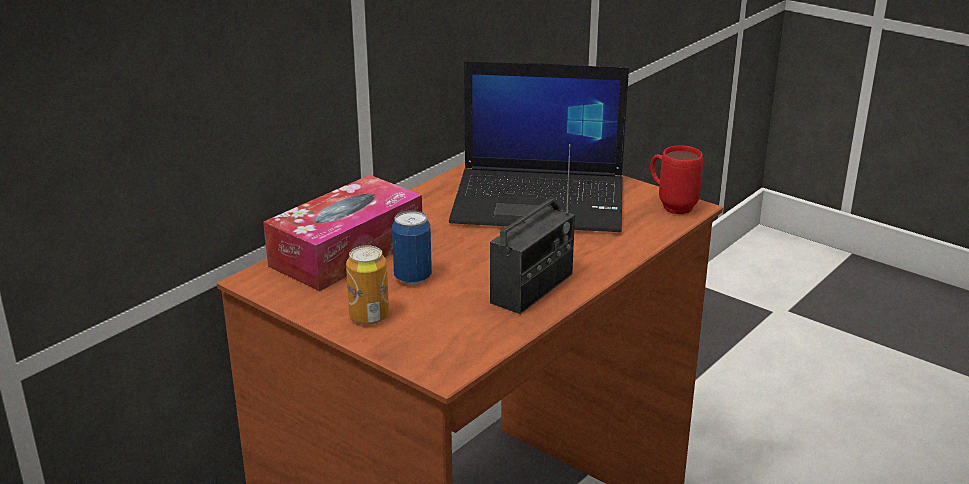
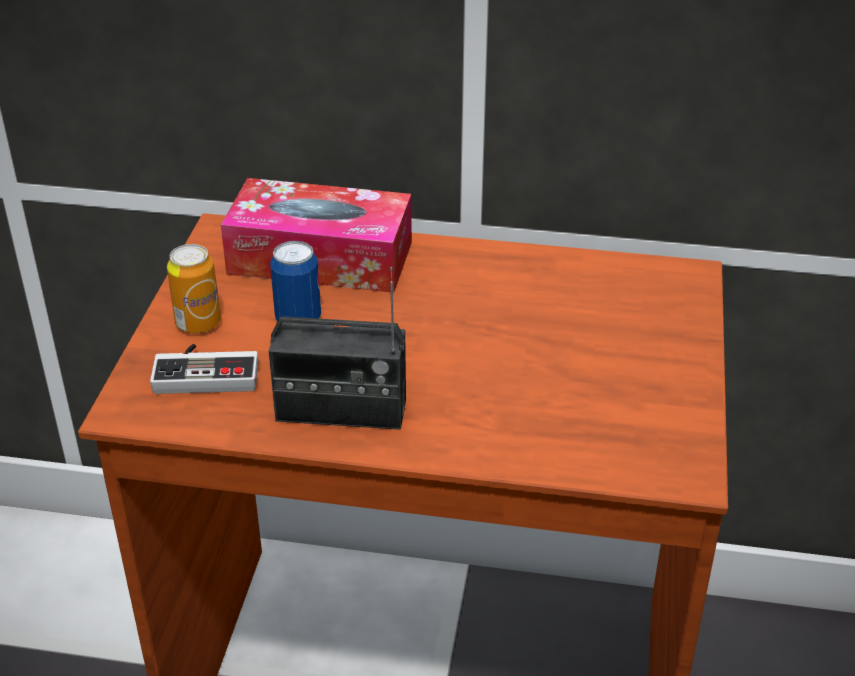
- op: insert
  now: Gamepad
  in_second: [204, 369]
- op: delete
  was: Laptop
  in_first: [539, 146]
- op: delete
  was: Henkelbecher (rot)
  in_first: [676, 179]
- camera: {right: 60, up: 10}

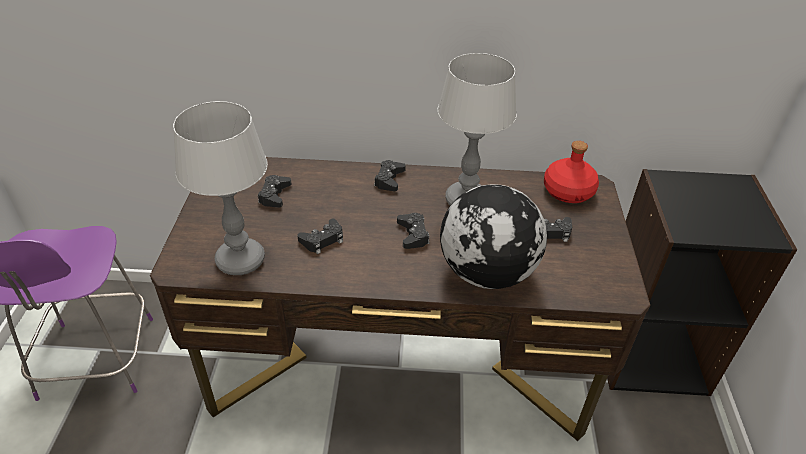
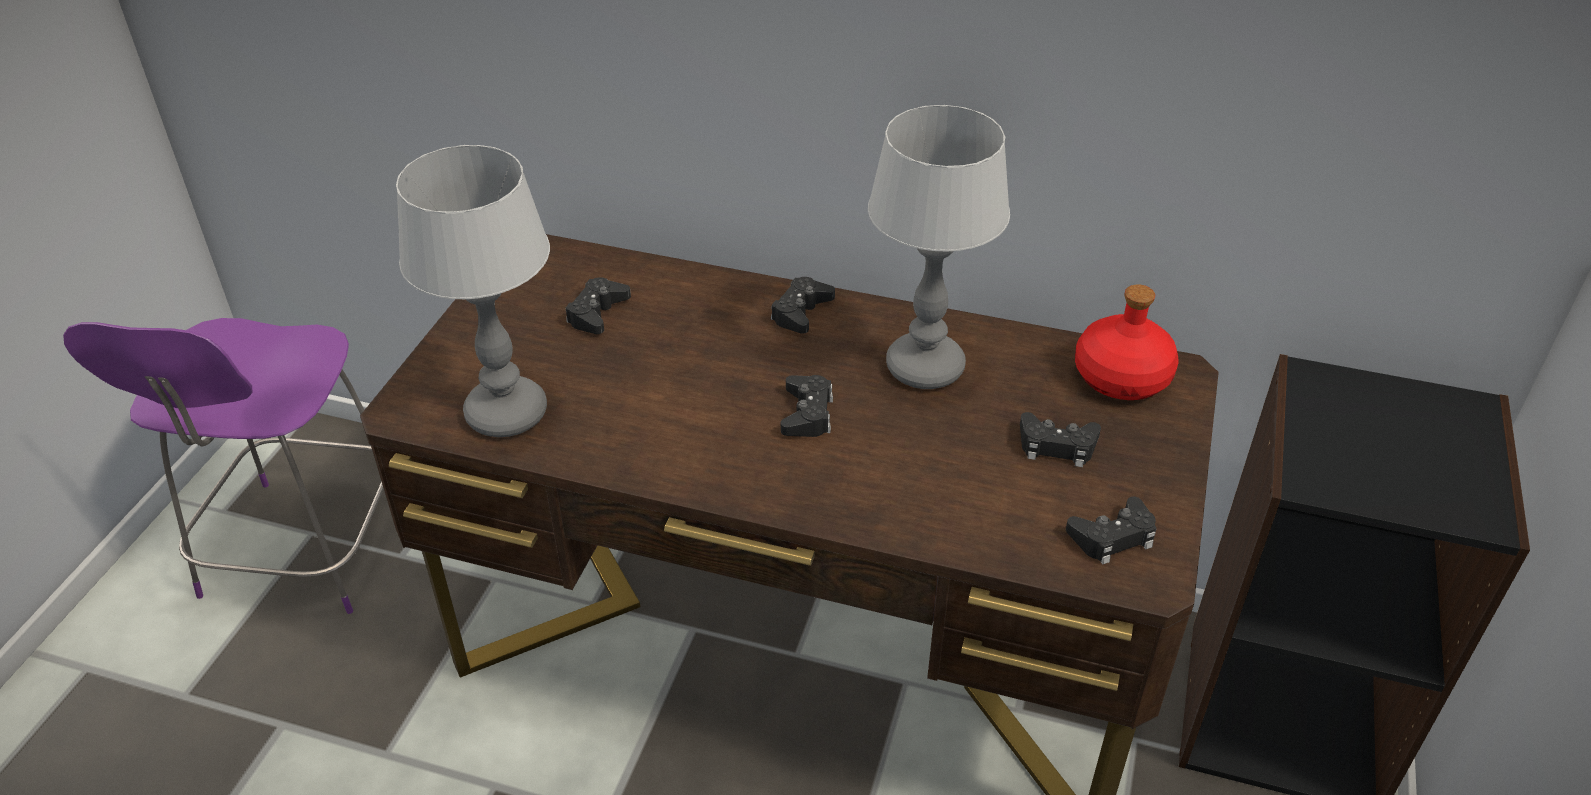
- op: move
  was: Gamepad (schwarz)
  in_first: [320, 236]
  in_second: [1111, 530]
- op: delete
  was: Globus
  in_first: [493, 236]
- camera: {right: 15, up: 0}

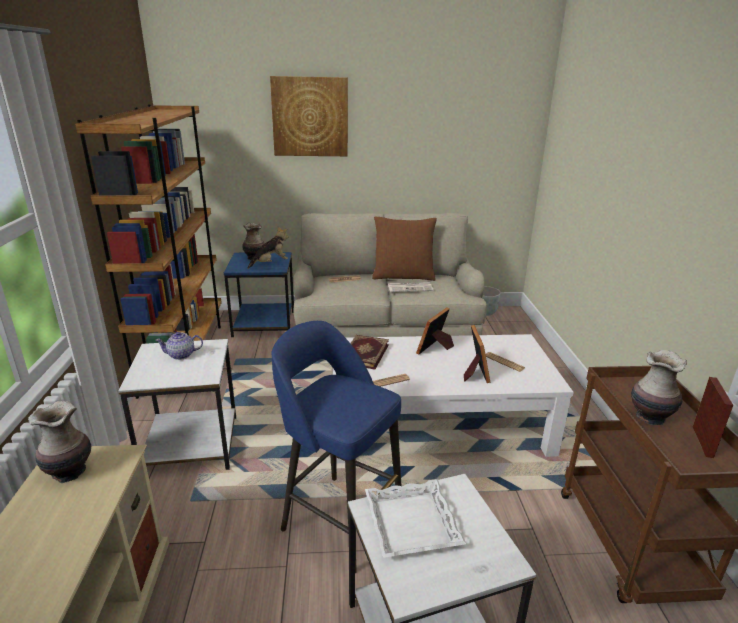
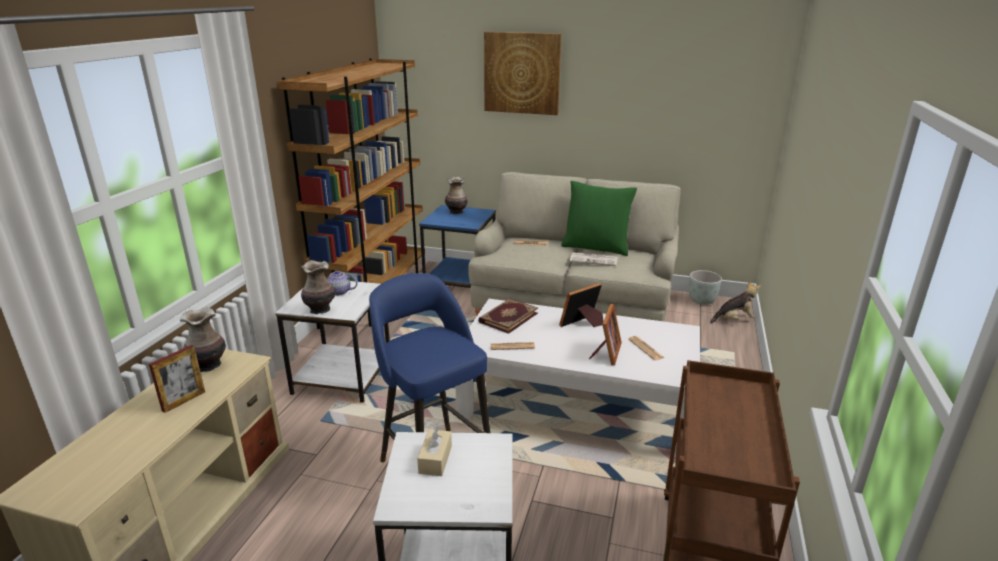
- op: move
  was: Bilderrahmen
  in_first: [713, 417]
  in_second: [177, 379]
- op: move
  was: Vase
  in_first: [659, 387]
  in_second: [318, 287]
- op: replace
  was: Tablett (weiß)
  now: Taschentuchbox (beige)
  in_first: [415, 518]
  in_second: [434, 451]
- op: recolor
  was: Kissen (braun)
  now: Kissen (grün)
  in_first: [404, 248]
  in_second: [599, 218]
- op: move
  was: Plüschtier
  in_first: [268, 247]
  in_second: [735, 302]
- camera: {right: 20, up: 0}

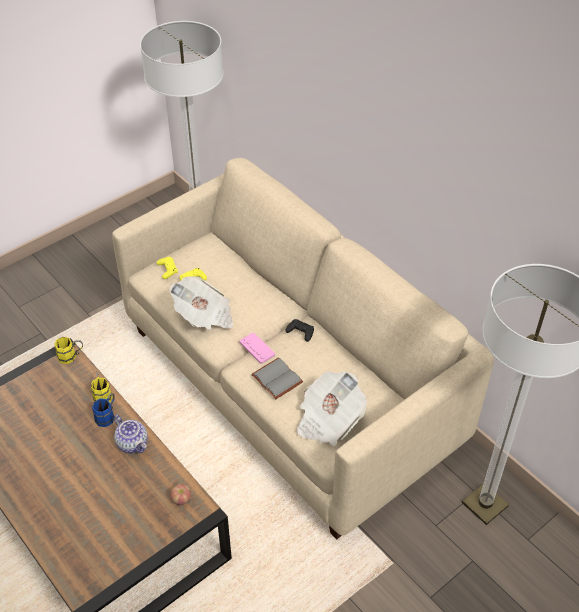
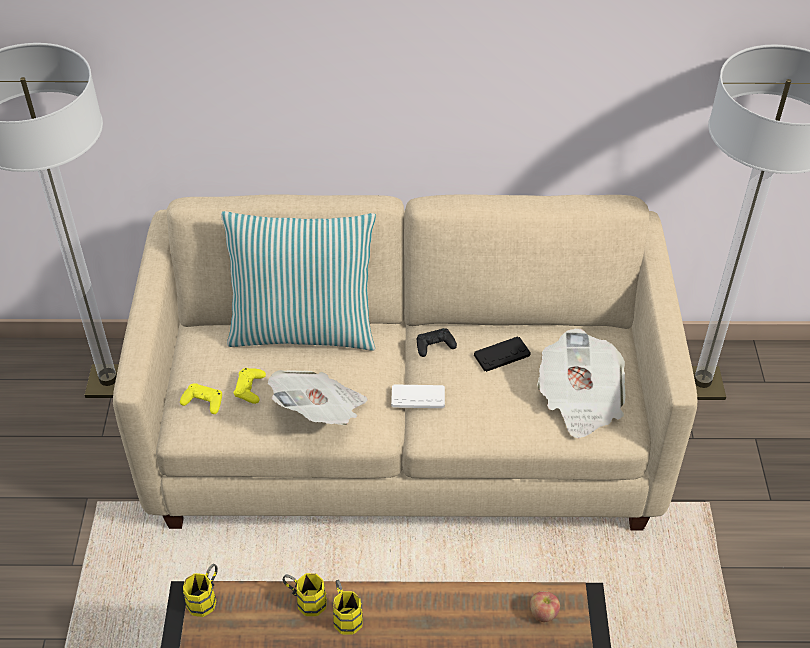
- op: insert
  now: Kissen
  in_second: [298, 281]
- op: recolor
  was: Henkelbecher (blau)
  now: Henkelbecher (gelb)
  in_first: [103, 410]
  in_second: [348, 607]
- op: recolor
  was: Gamepad (rosa)
  now: Gamepad (weiß)
  in_first: [257, 348]
  in_second: [418, 396]
- op: insert
  now: Gamepad (schwarz)
  in_second: [502, 354]
- op: delete
  was: Teekanne
  in_first: [131, 434]
- op: delete
  was: Buch (grau)
  in_first: [277, 378]
- camera: {right: -50, up: 0}

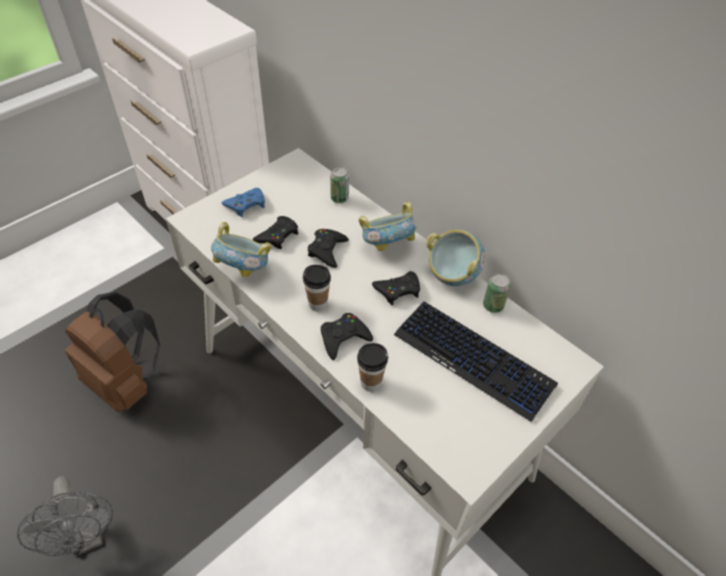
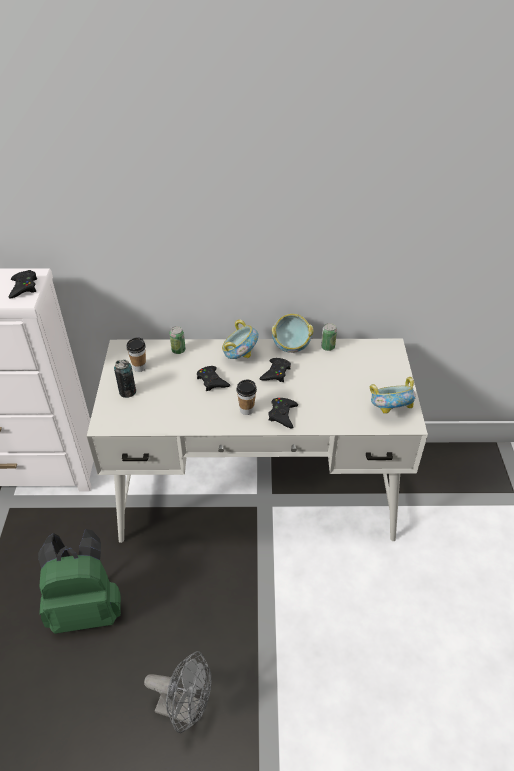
- op: move
  was: Gamepad (schwarz)
  in_first: [275, 232]
  in_second: [23, 284]
- op: recolor
  was: Rucksack (braun)
  now: Rucksack (grün)
  in_first: [112, 352]
  in_second: [79, 581]
- op: replace
  was: Gamepad (blau)
  now: Dose
  in_first: [243, 202]
  in_second: [125, 379]
- op: move
  was: Tasse
  in_first: [372, 367]
  in_second: [136, 354]
- op: move
  was: Schüssel
  in_first: [241, 249]
  in_second: [393, 395]
- op: delete
  was: Tastatur
  in_first: [476, 361]
- camera: {right: -45, up: -5}

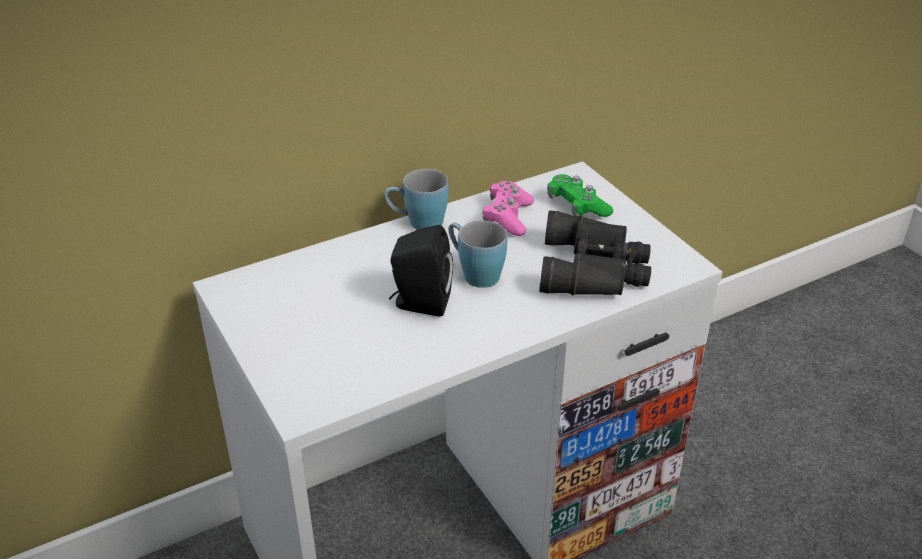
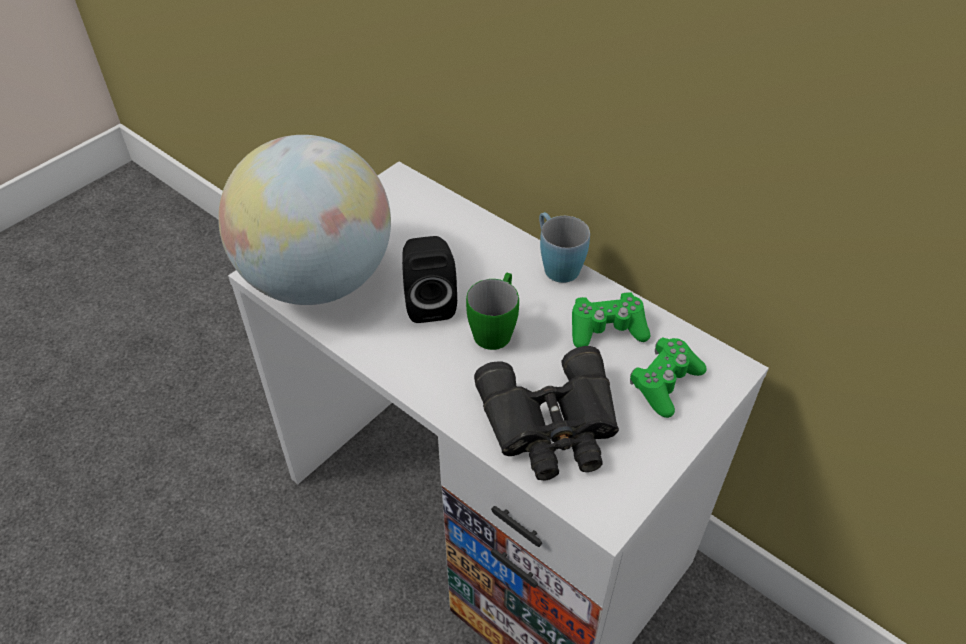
- op: insert
  now: Globus
  in_second: [304, 220]
- op: recolor
  was: Henkelbecher (blau)
  now: Henkelbecher (grün)
  in_first: [478, 254]
  in_second: [492, 311]
- op: recolor
  was: Gamepad (rosa)
  now: Gamepad (grün)
  in_first: [508, 208]
  in_second: [611, 320]
- camera: {right: 70, up: 10}

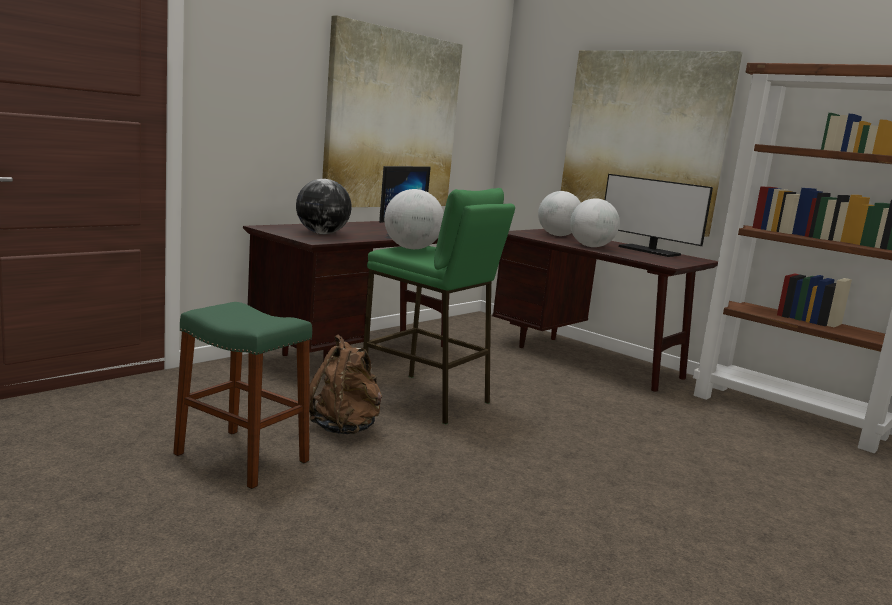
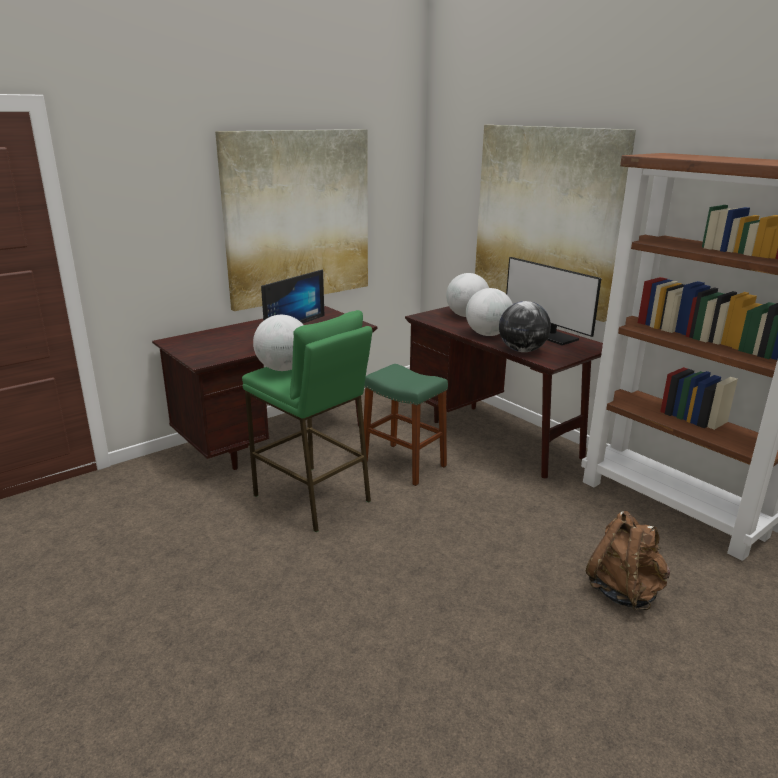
- op: move
  was: Hocker (grün)
  in_first: [242, 395]
  in_second: [405, 425]
- op: move
  was: Globus
  in_first: [324, 206]
  in_second: [525, 326]
- op: move
  was: Rucksack (braun)
  in_first: [345, 384]
  in_second: [628, 560]
- camera: {right: 10, up: 10}

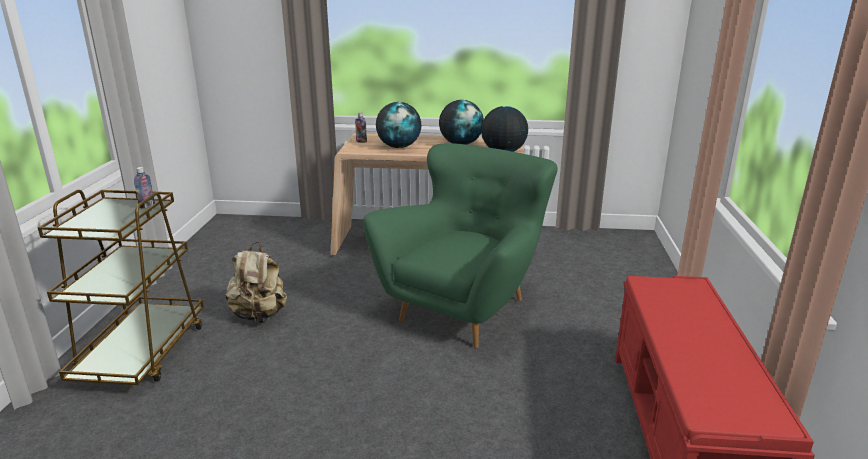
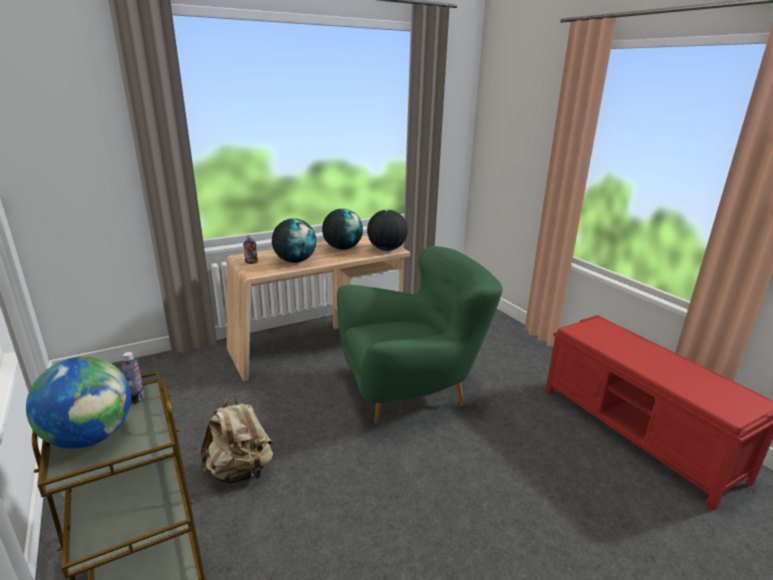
- op: insert
  now: Globus
  in_second: [78, 403]
- op: rotate
  was: Sessel (grün)
  in_first: [460, 245]
  in_second: [420, 334]
  clockwise: 75
- camera: {right: -35, up: 0}

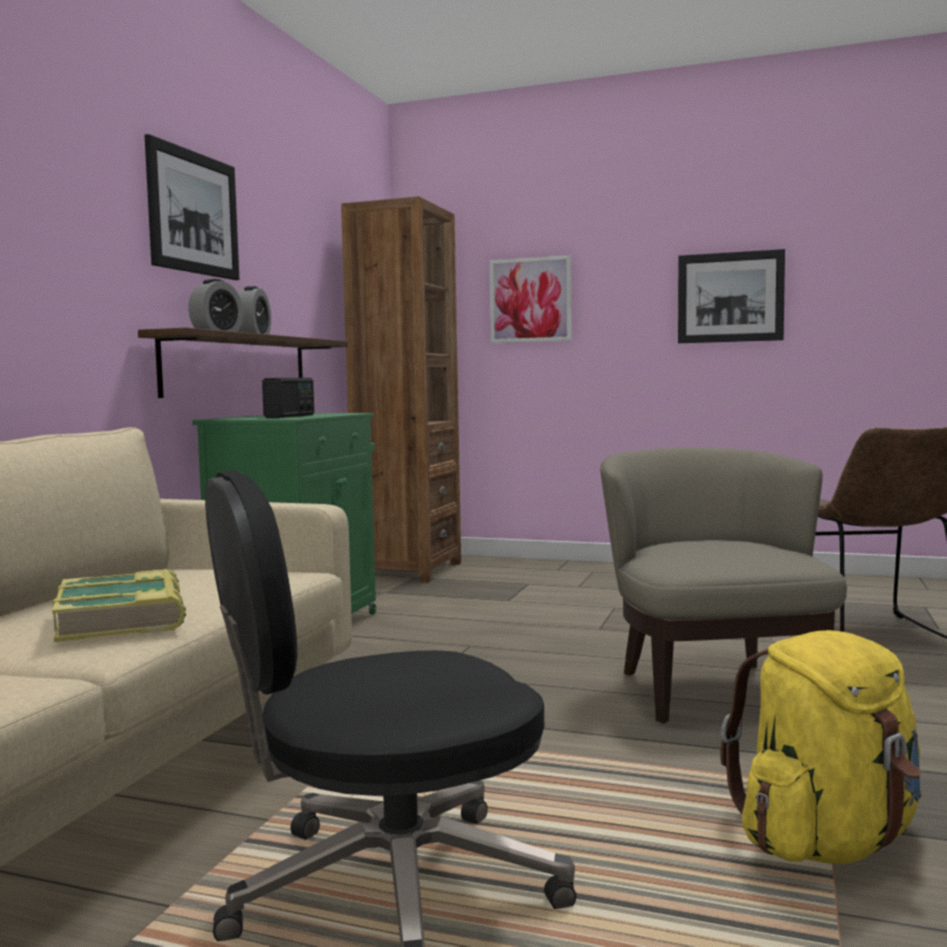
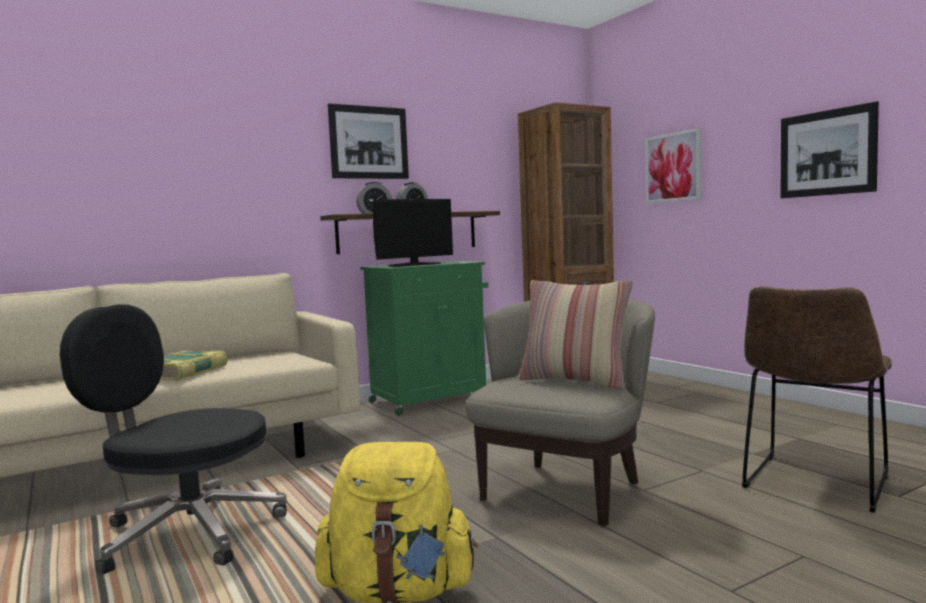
- op: replace
  was: Radio
  now: Monitor
  in_first: [288, 398]
  in_second: [413, 233]
- op: insert
  now: Kissen
  in_second: [575, 334]
- camera: {right: 40, up: 0}

